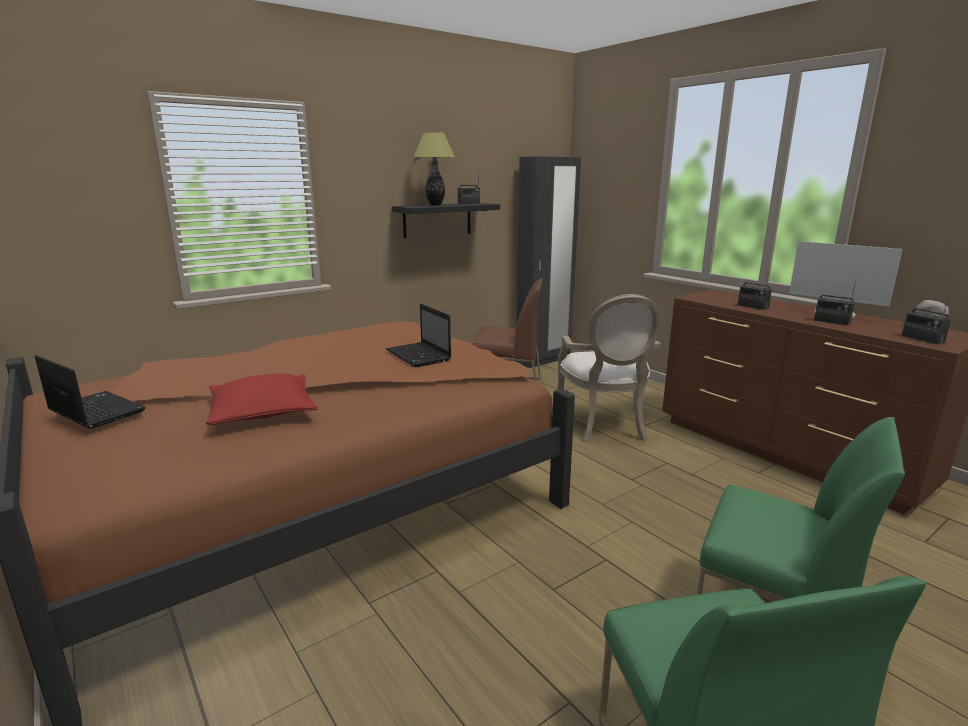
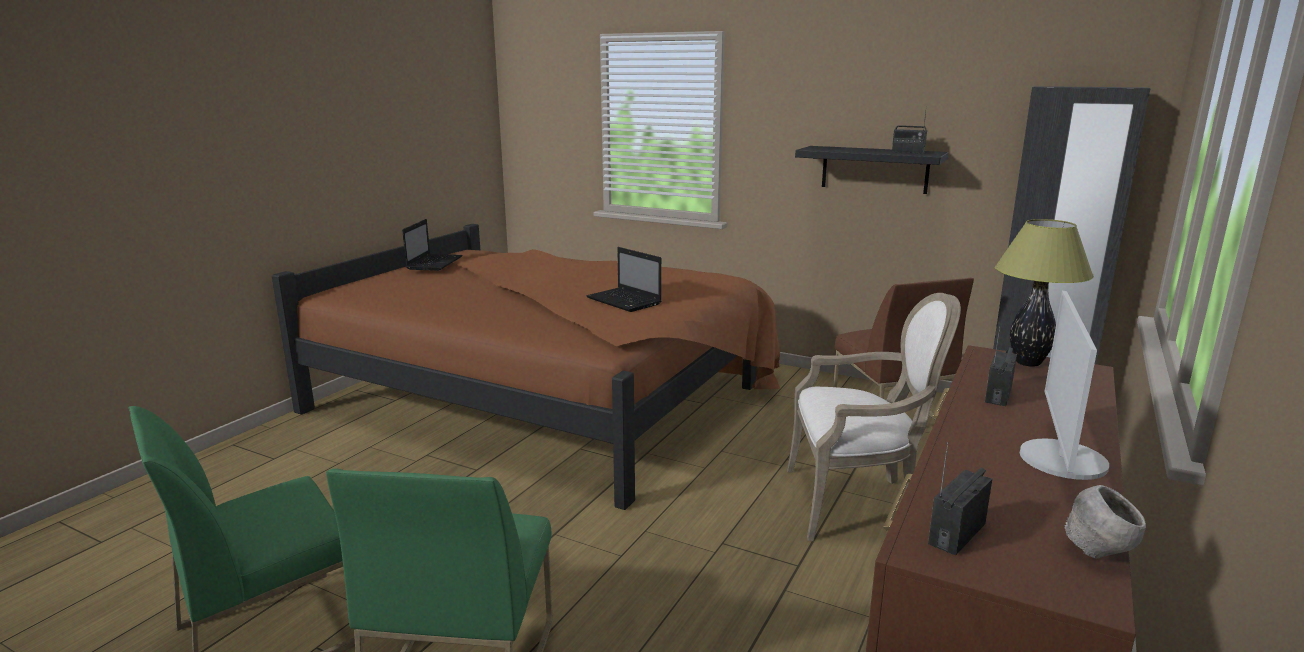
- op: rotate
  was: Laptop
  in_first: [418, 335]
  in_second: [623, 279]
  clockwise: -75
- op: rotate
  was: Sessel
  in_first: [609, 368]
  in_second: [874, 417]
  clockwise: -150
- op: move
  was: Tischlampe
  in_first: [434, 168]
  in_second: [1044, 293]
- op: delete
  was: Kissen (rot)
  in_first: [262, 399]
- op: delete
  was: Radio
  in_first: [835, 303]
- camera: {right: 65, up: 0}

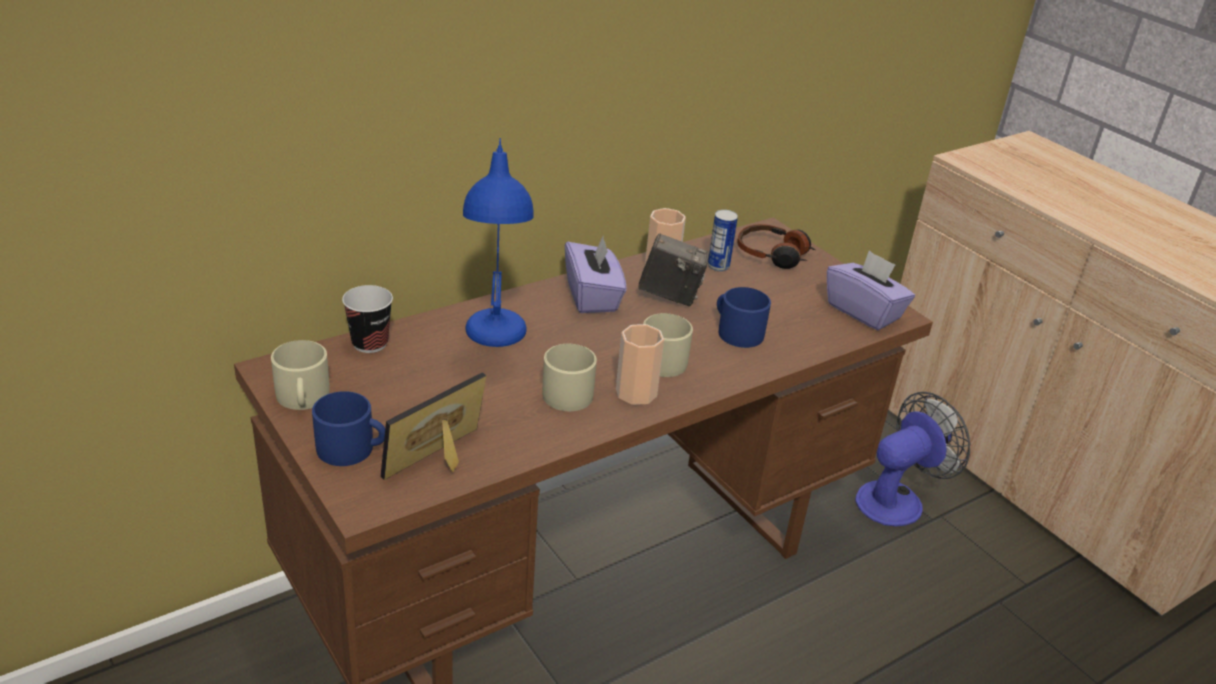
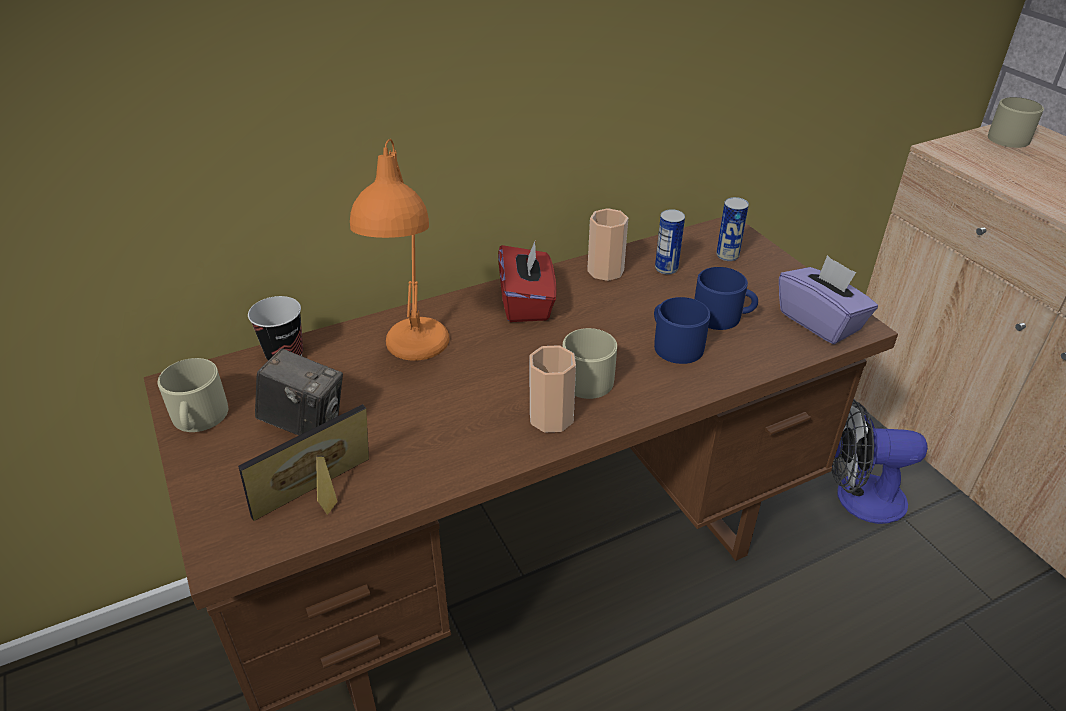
- op: move
  was: Kamera
  in_first: [674, 269]
  in_second: [299, 392]
- op: recolor
  was: Tischlampe (blau)
  now: Tischlampe (orange)
  in_first: [498, 242]
  in_second: [399, 250]
- op: recolor
  was: Taschentuchbox (lila)
  now: Taschentuchbox (rot)
  in_first: [596, 274]
  in_second: [527, 280]
- op: move
  was: Henkelbecher (blau)
  in_first: [348, 428]
  in_second: [726, 298]
- op: replace
  was: Kopfhörer
  now: Dose
  in_first: [776, 246]
  in_second: [732, 229]
- op: rotate
  was: Ventilator
  in_first: [913, 459]
  in_second: [879, 461]
  clockwise: -150
- op: move
  was: Henkelbecher (beige)
  in_first: [569, 377]
  in_second: [1016, 122]
- camera: {right: 10, up: 5}

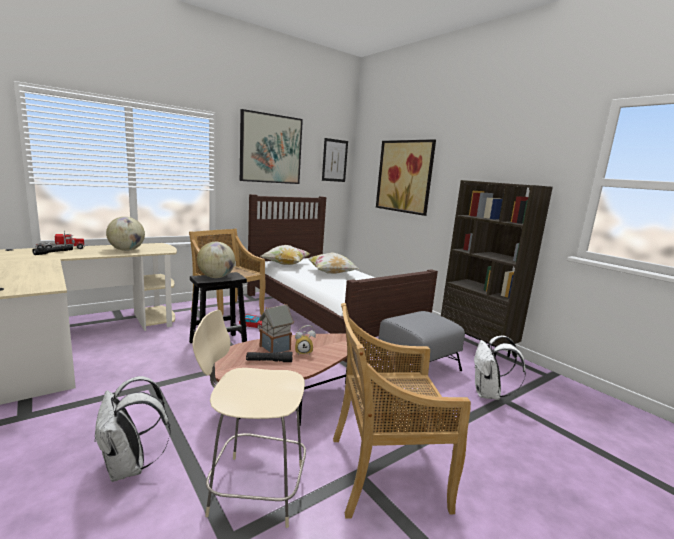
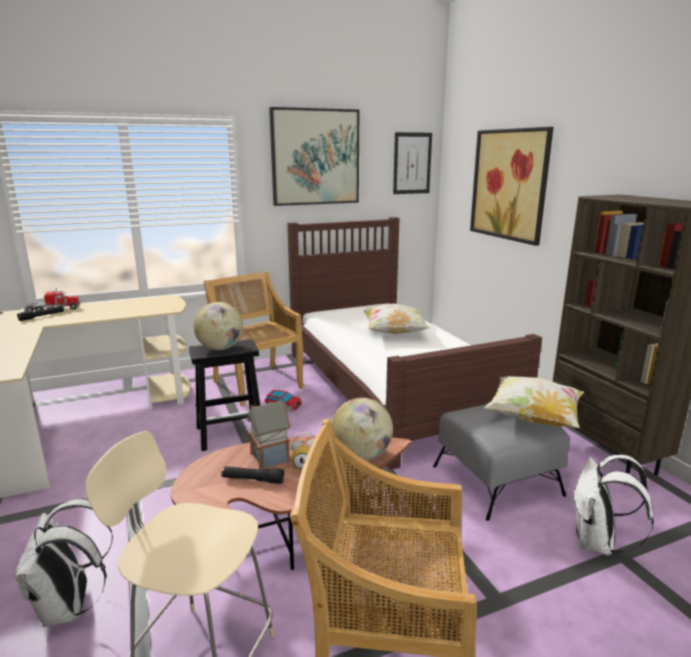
- op: move
  was: Globus
  in_first: [125, 234]
  in_second: [362, 428]
- op: move
  was: Kissen
  in_first: [285, 255]
  in_second: [534, 402]
- camera: {right: 15, up: 5}

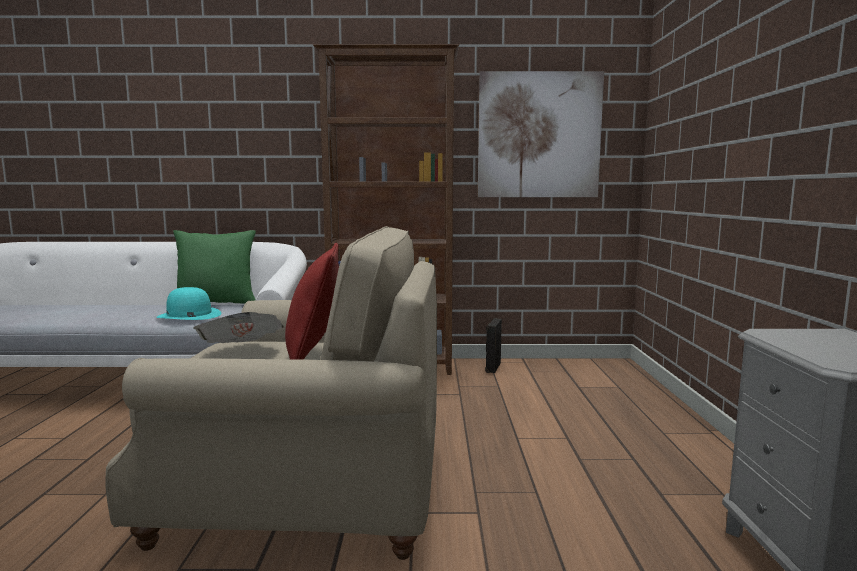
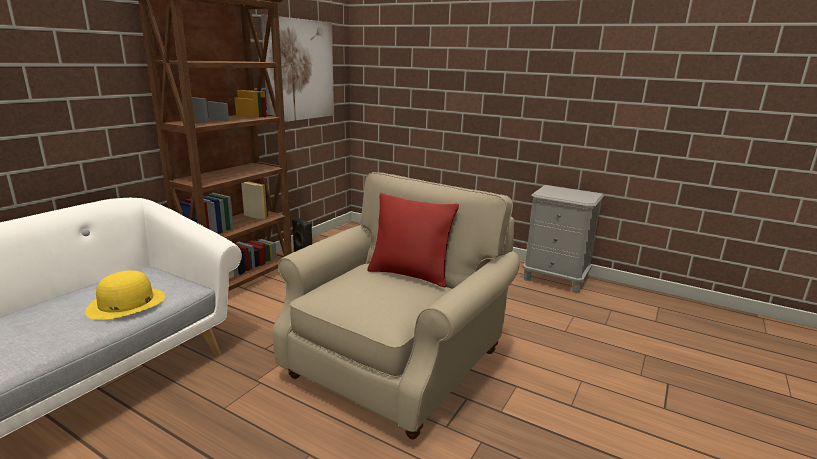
- op: recolor
  was: Hut (türkis)
  now: Hut (gelb)
  in_first: [189, 303]
  in_second: [125, 295]
- op: delete
  was: Kissen (grün)
  in_first: [214, 266]
- op: delete
  was: Zeitung
  in_first: [238, 327]
- camera: {right: -60, up: 10}

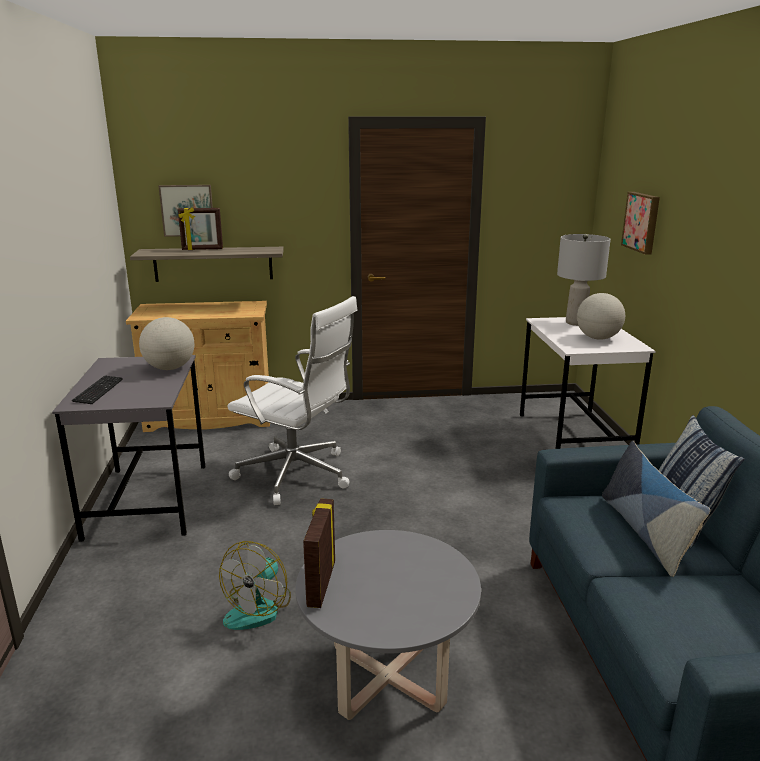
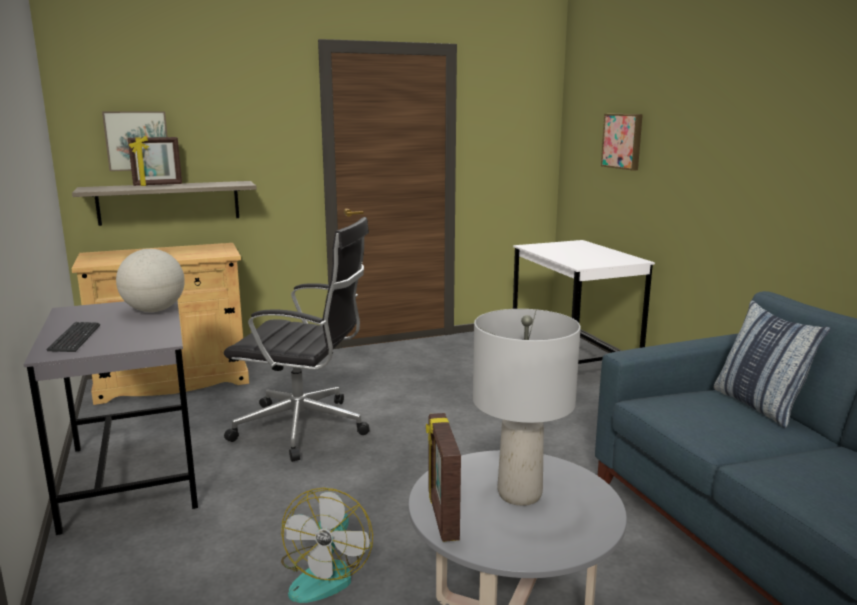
- op: recolor
  was: Bürostuhl (weiß)
  now: Bürostuhl (schwarz)
  in_first: [292, 400]
  in_second: [296, 339]
- op: move
  was: Tischlampe (grau)
  in_first: [584, 280]
  in_second: [527, 407]
- op: delete
  was: Globus
  in_first: [601, 316]
- op: delete
  was: Kissen
  in_first: [656, 509]
- camera: {right: -15, up: -5}

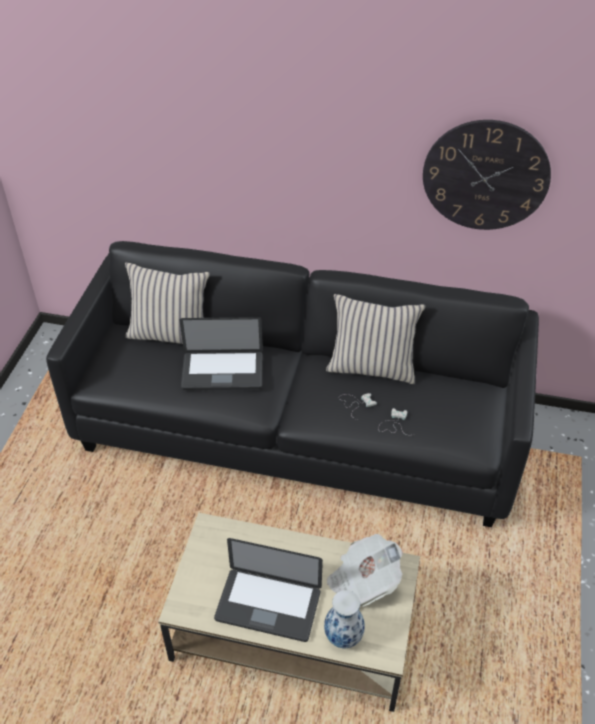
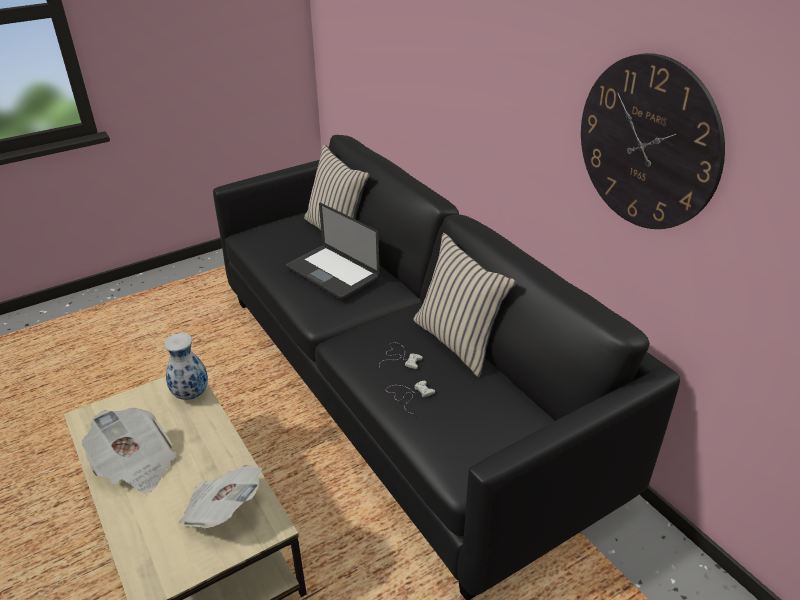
- op: replace
  was: Laptop
  now: Zeitung
  in_first: [268, 590]
  in_second: [129, 451]
- op: move
  was: Vase
  in_first: [344, 619]
  in_second: [186, 366]
- camera: {right: 45, up: -10}

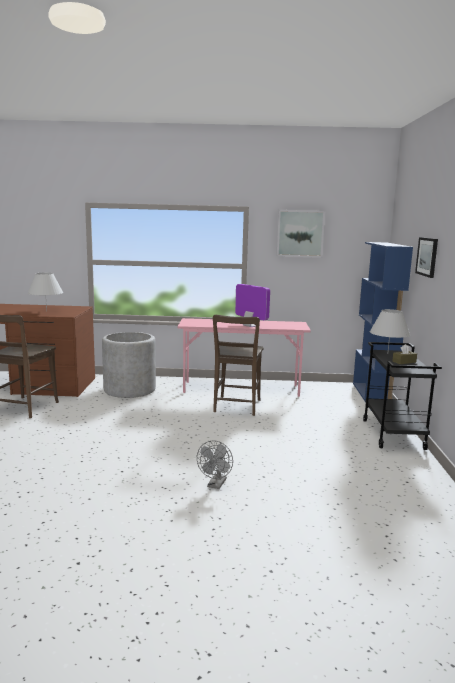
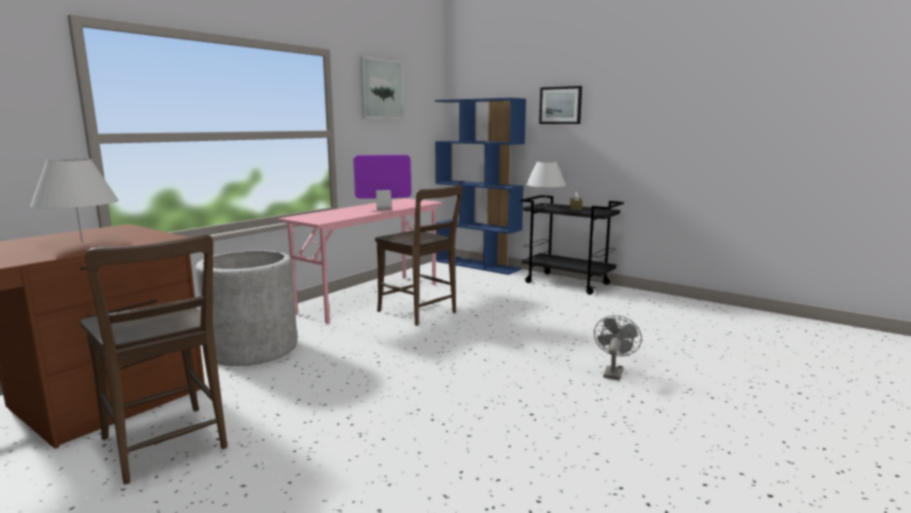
- op: rotate
  was: Ventilator (grau)
  in_first: [215, 465]
  in_second: [618, 347]
  clockwise: -120
- camera: {right: -55, up: 0}

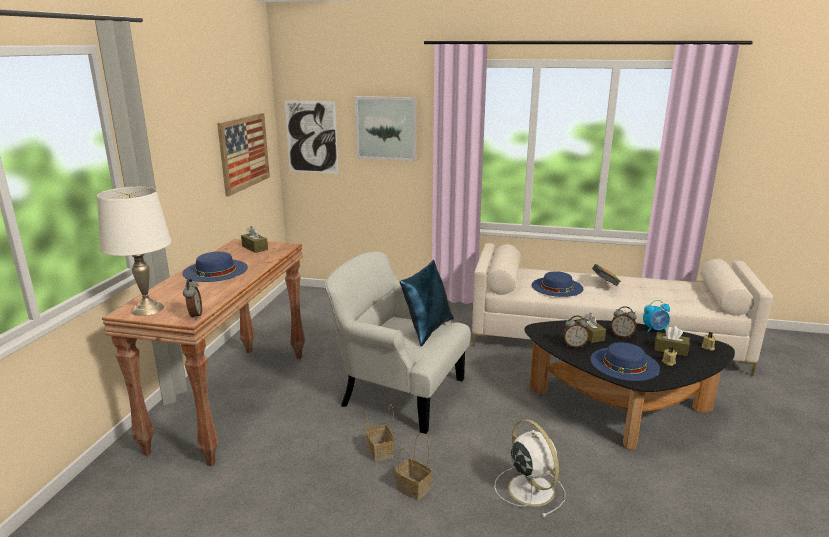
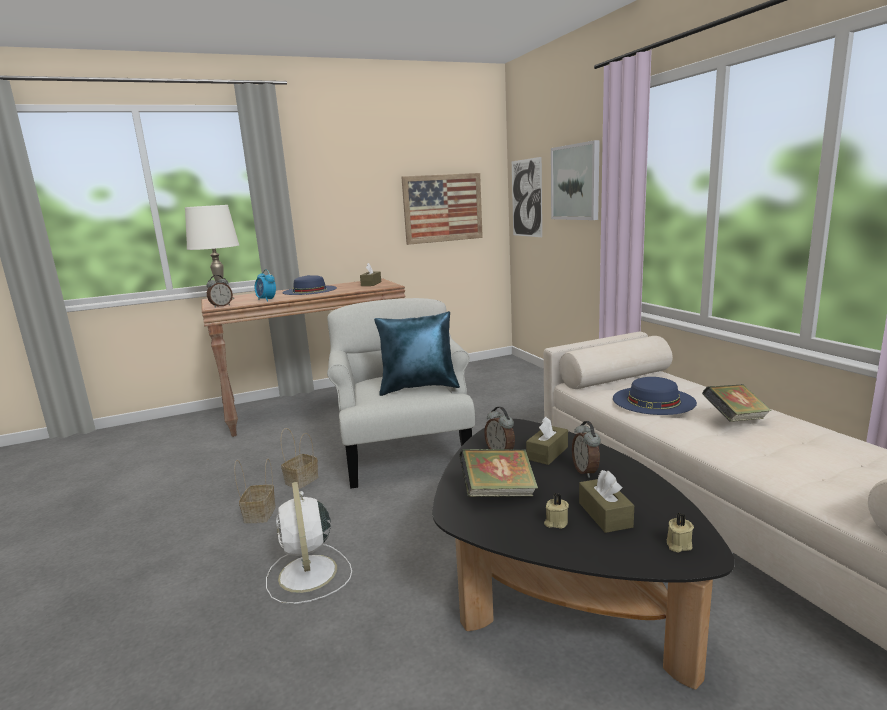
- op: move
  was: Wecker
  in_first: [656, 316]
  in_second: [265, 285]
- op: rotate
  was: Ventilator (weiß)
  in_first: [530, 468]
  in_second: [309, 543]
  clockwise: 135
- op: replace
  was: Hut (blau)
  now: Buch
  in_first: [625, 361]
  in_second: [498, 473]
- camera: {right: 55, up: -5}

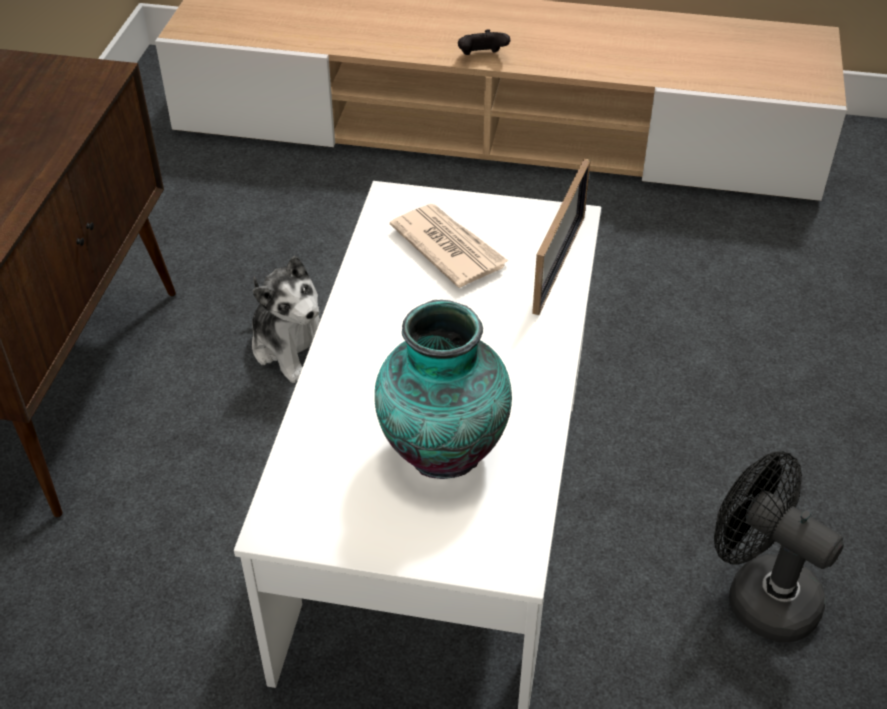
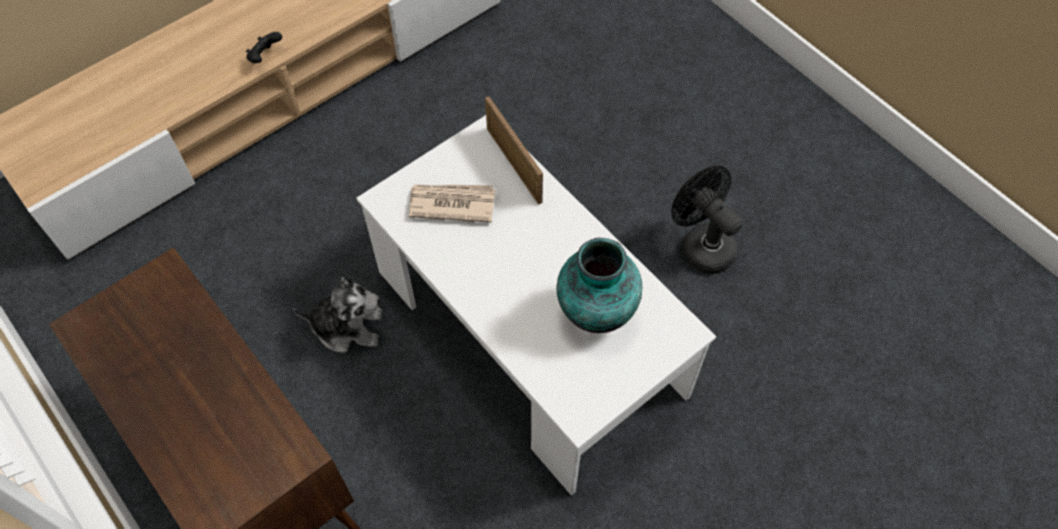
- op: rotate
  was: Ventilator (schwarz)
  in_first: [779, 547]
  in_second: [707, 220]
  clockwise: 60
- camera: {right: -50, up: 15}

